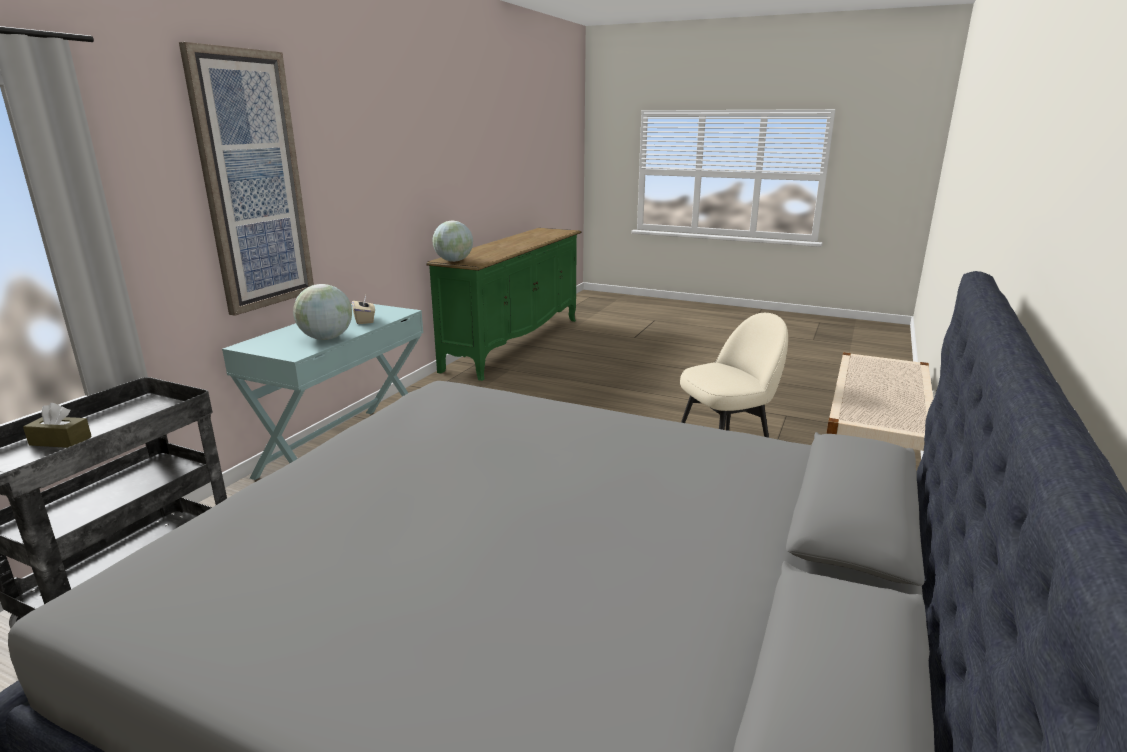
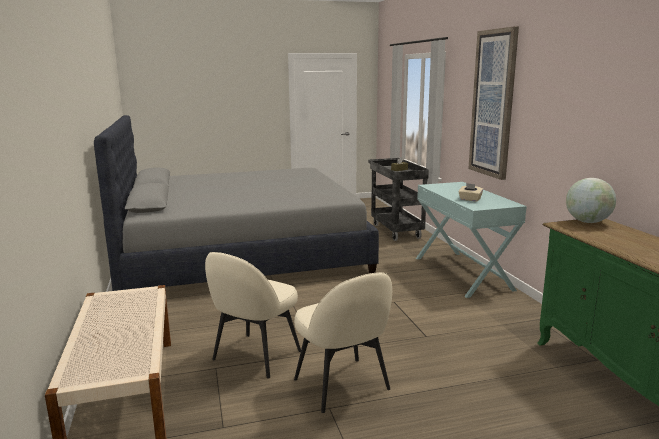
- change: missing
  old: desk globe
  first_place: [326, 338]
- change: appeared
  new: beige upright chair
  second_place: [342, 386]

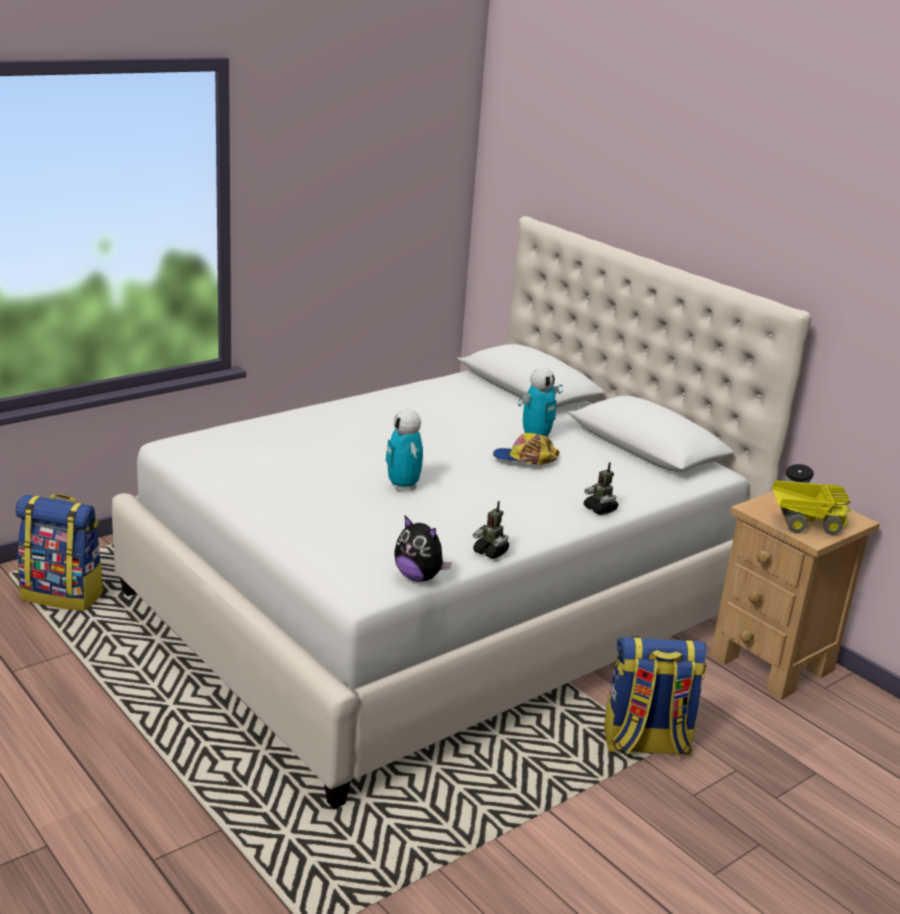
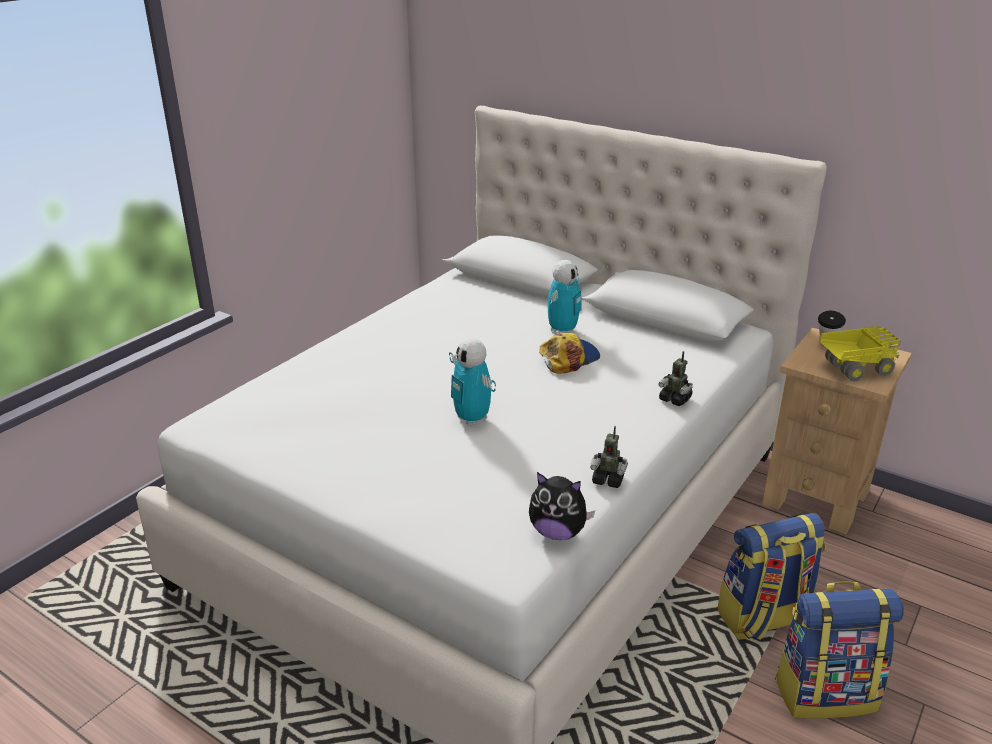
- change: spun
  old: baseball cap
  first_place: [524, 459]
  second_place: [568, 358]
  degrees: 150
- change: relocated
  old: rucksack
  first_place: [64, 595]
  second_place: [825, 693]

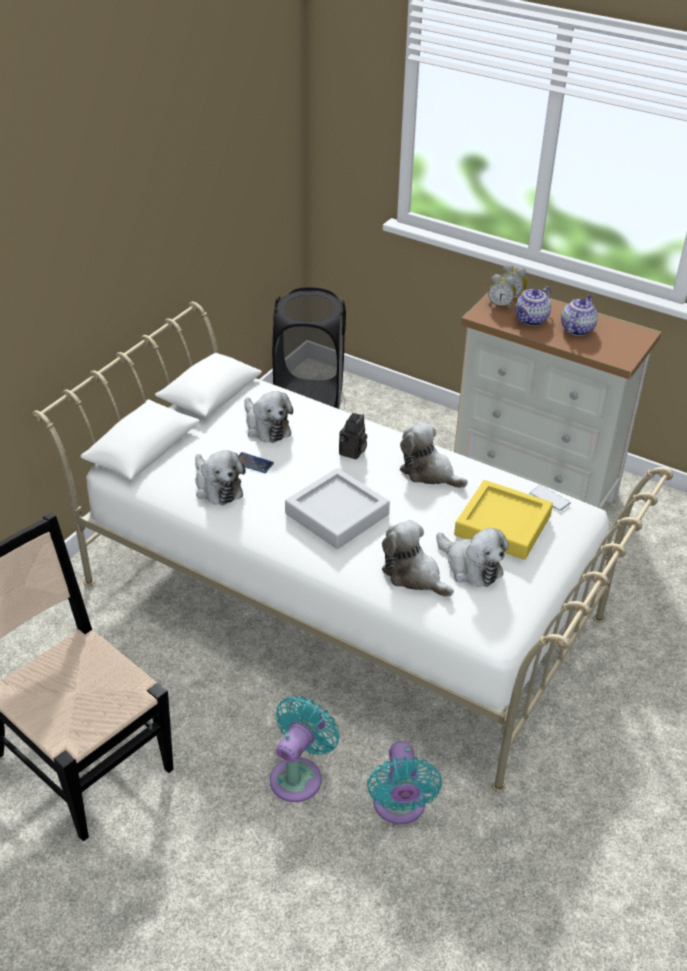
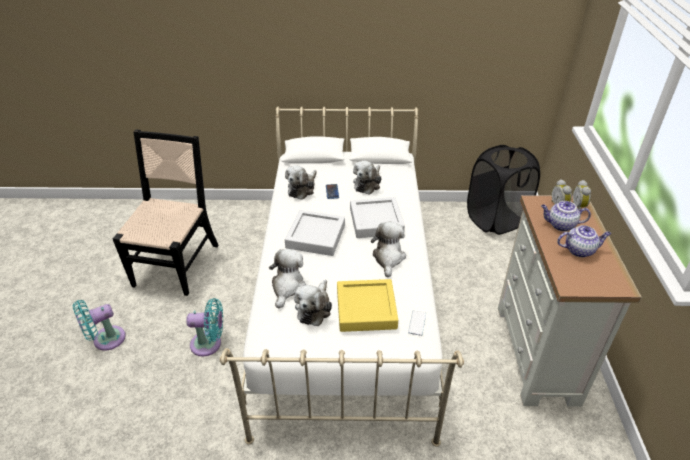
- change: exchanged
  old: photo camera
  new: gray tray
  first_place: [352, 453]
  second_place: [376, 221]
- change: relocated
  old: turquoise cooling fan
  first_place: [399, 807]
  second_place: [105, 340]

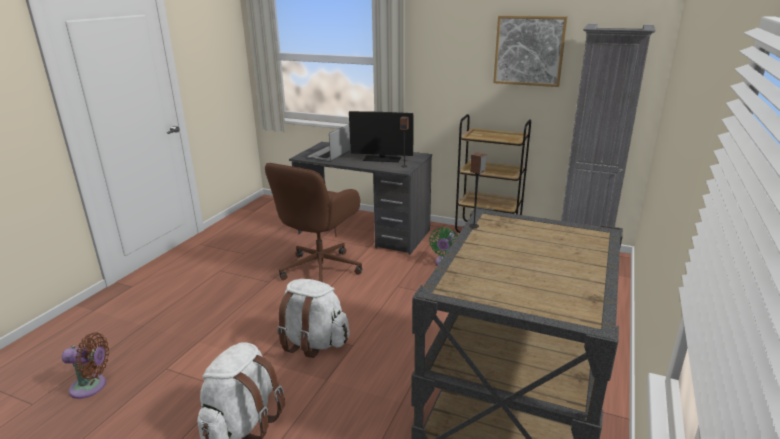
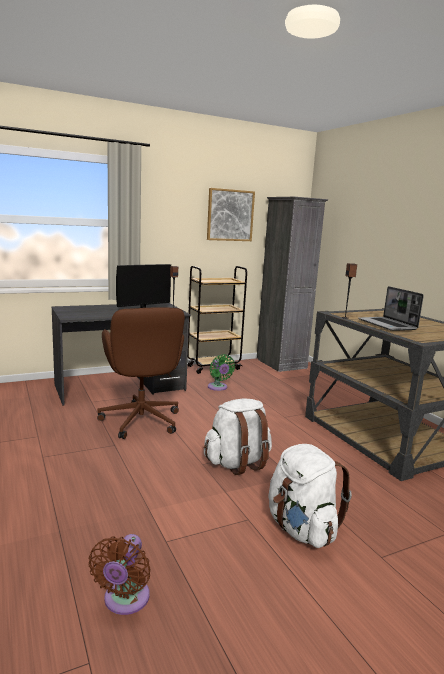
- change: relocated
  old: laptop
  first_place: [330, 155]
  second_place: [388, 325]
- change: spun
  old: brown cooling fan
  first_place: [92, 386]
  second_place: [124, 600]
  degrees: 150

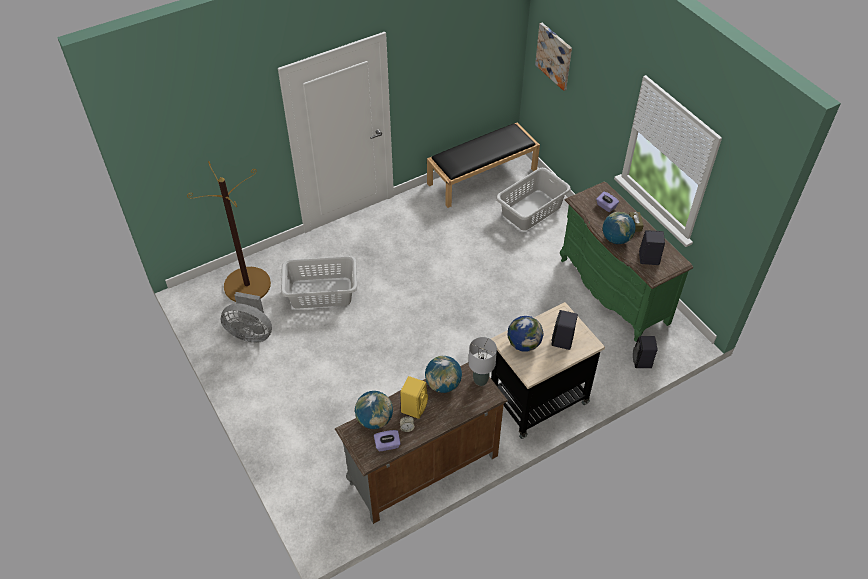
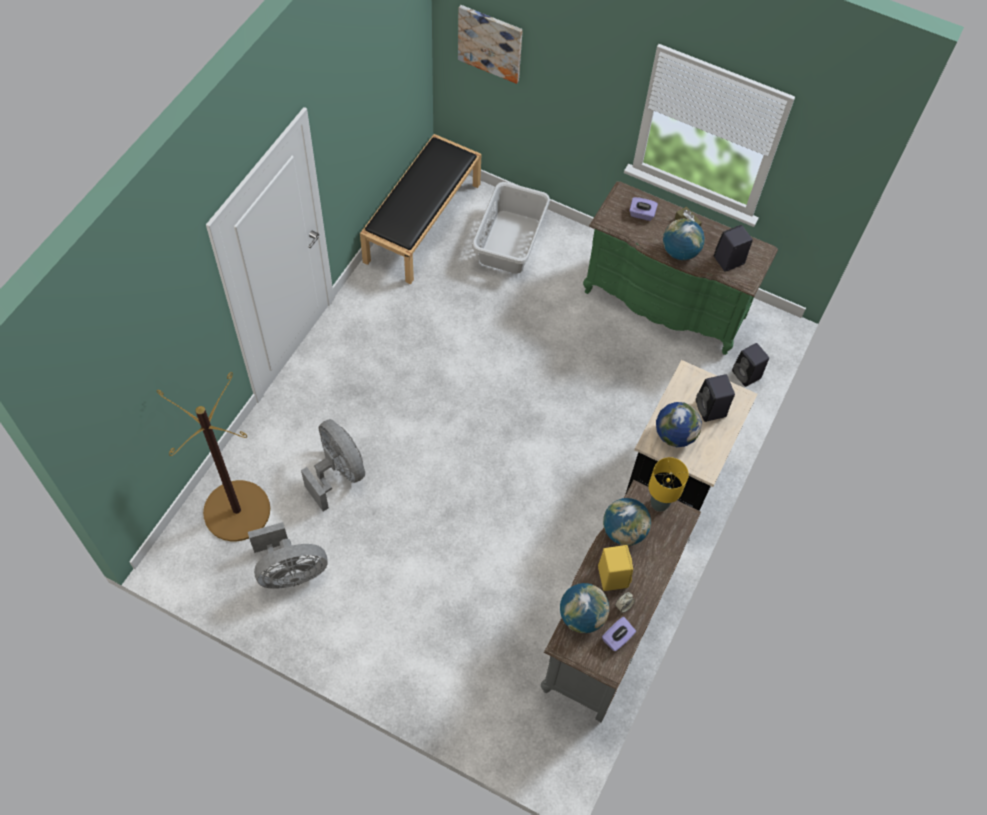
- change: exchanged
  old: gray washing basket
  new: gray cooling fan
  first_place: [321, 292]
  second_place: [338, 473]
- change: colour
  old: gray table lamp
  new: yellowish table lamp
  first_place: [480, 380]
  second_place: [659, 504]

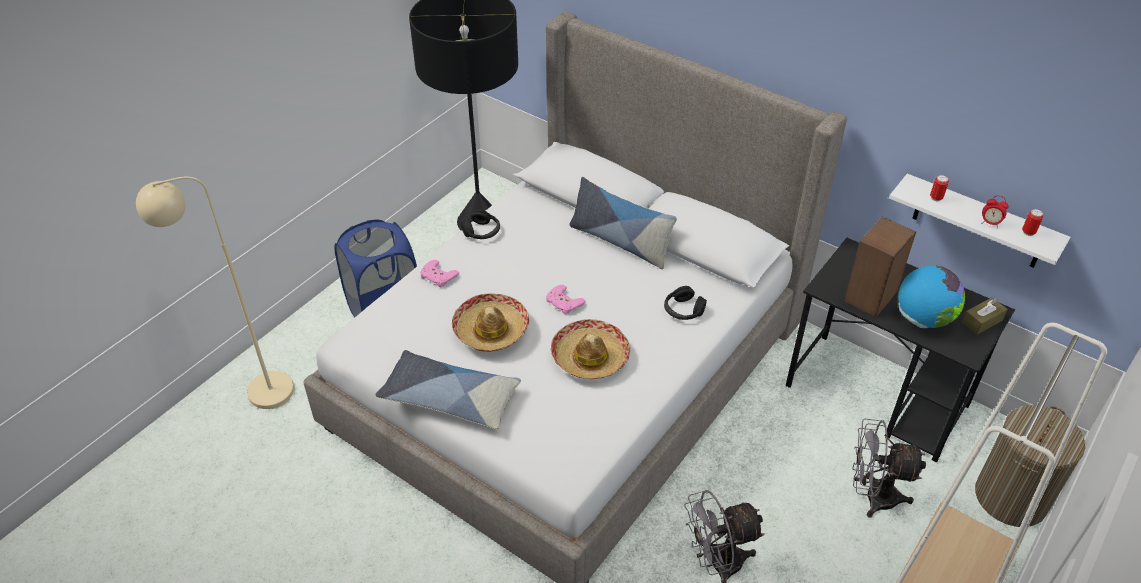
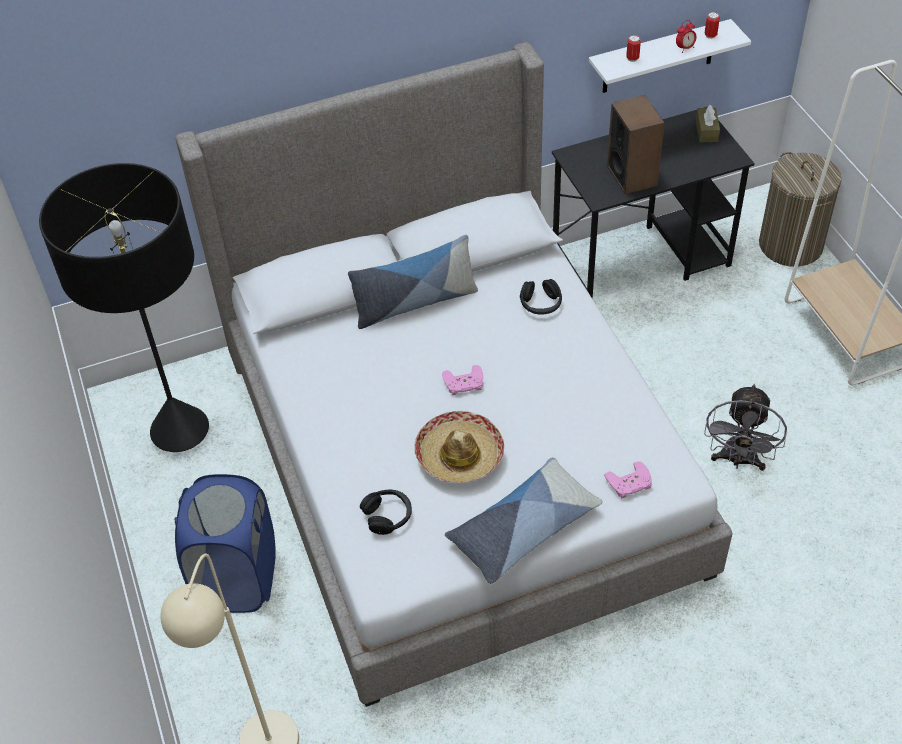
- change: relocated
  old: blackish headset
  first_place: [482, 232]
  second_place: [388, 515]
- change: relocated
  old: pink joypad
  first_place: [437, 277]
  second_place: [630, 484]
- change: missing
  old: desk globe
  first_place: [923, 319]
- change: missing
  old: wearable hat
  first_place: [590, 357]
- change: missing
  old: gray cooling fan
  first_place: [872, 496]

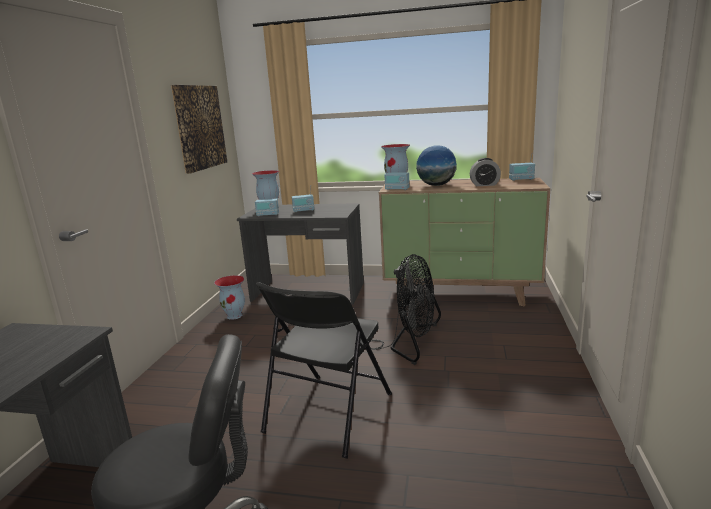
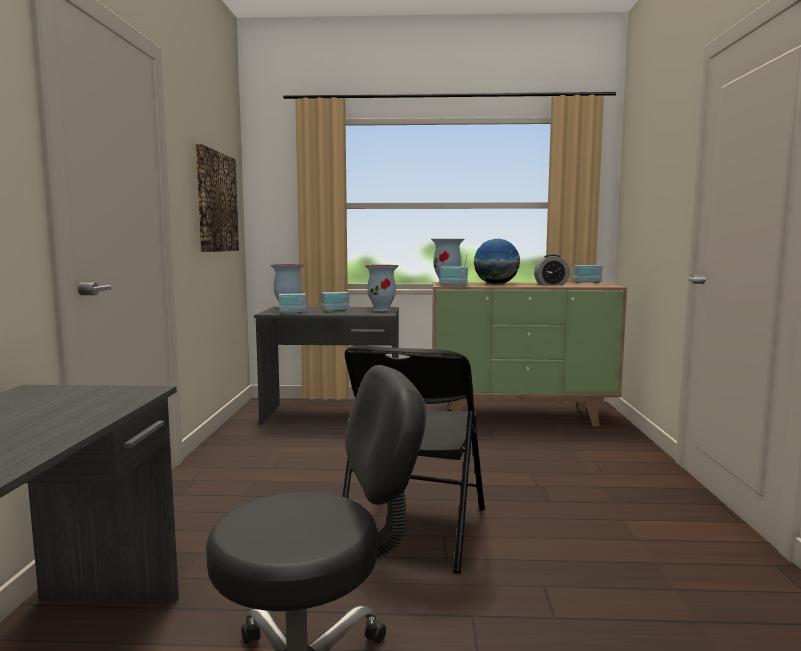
- change: missing
  old: blackish cooling fan
  first_place: [408, 342]
- change: relocated
  old: decorative vase
  first_place: [235, 316]
  second_place: [382, 310]

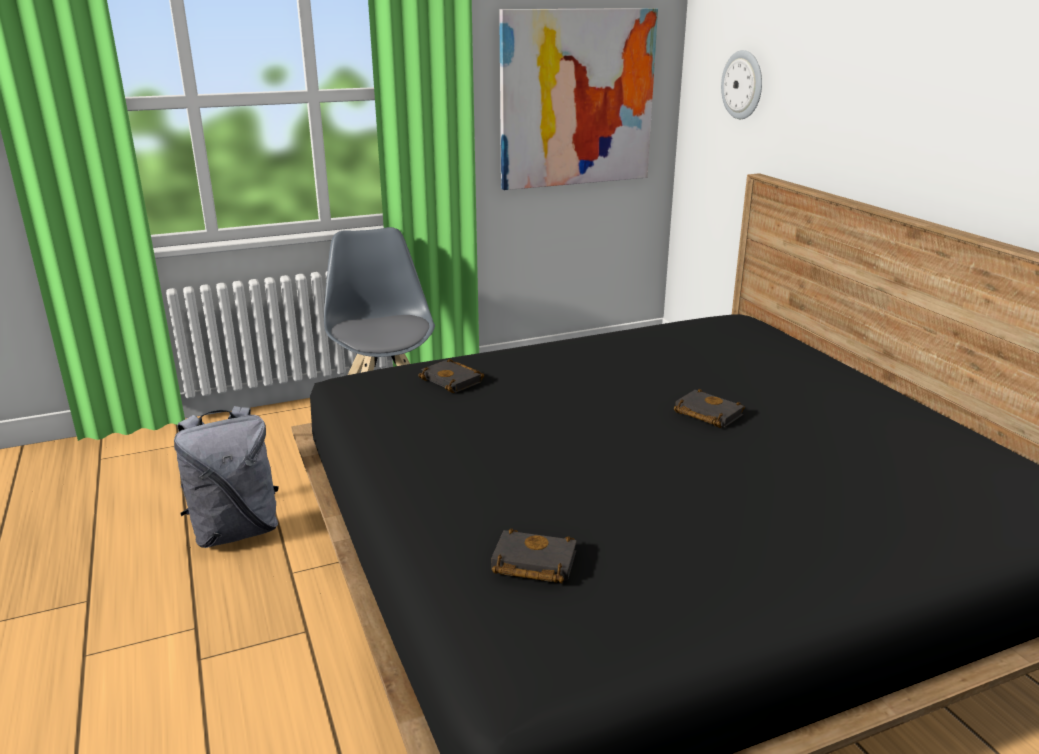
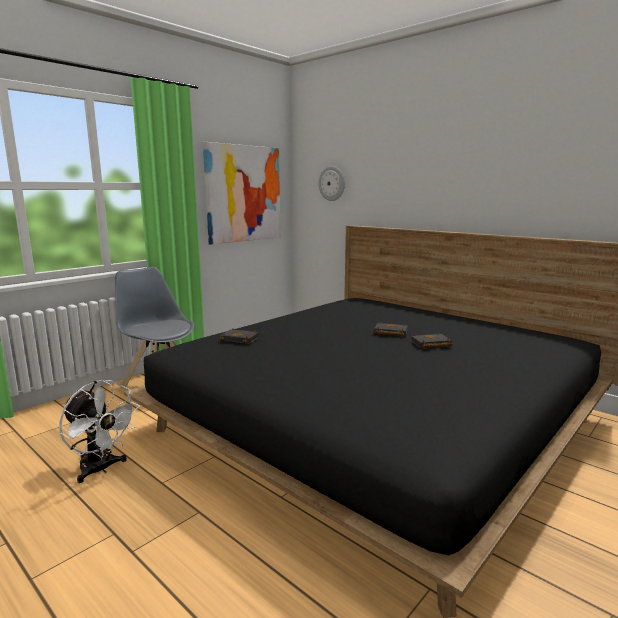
- change: exchanged
  old: gray rucksack
  new: white-coloured cooling fan
  first_place: [236, 531]
  second_place: [101, 469]
- change: relocated
  old: blackish bound book
  first_place: [531, 563]
  second_place: [430, 345]

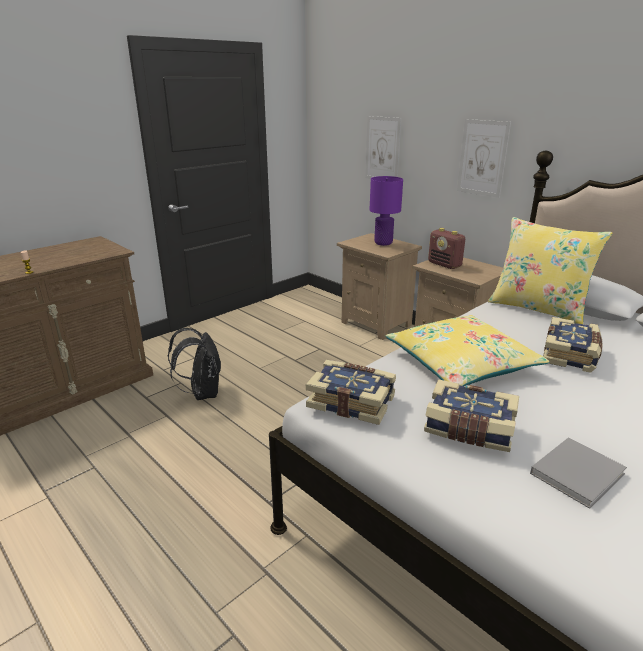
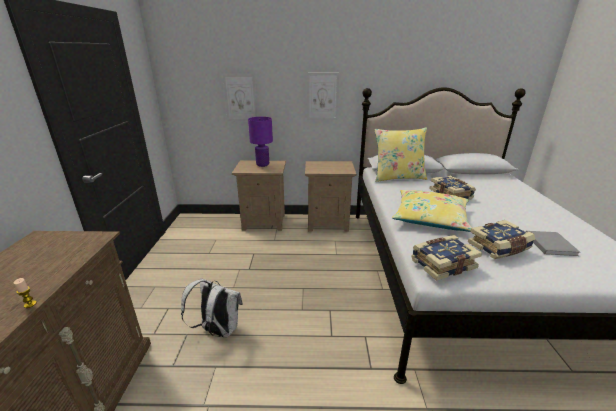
- change: missing
  old: radio
  first_place: [445, 265]
- change: colour
  old: blackish rucksack
  new: white-coloured rucksack
  first_place: [202, 393]
  second_place: [218, 330]

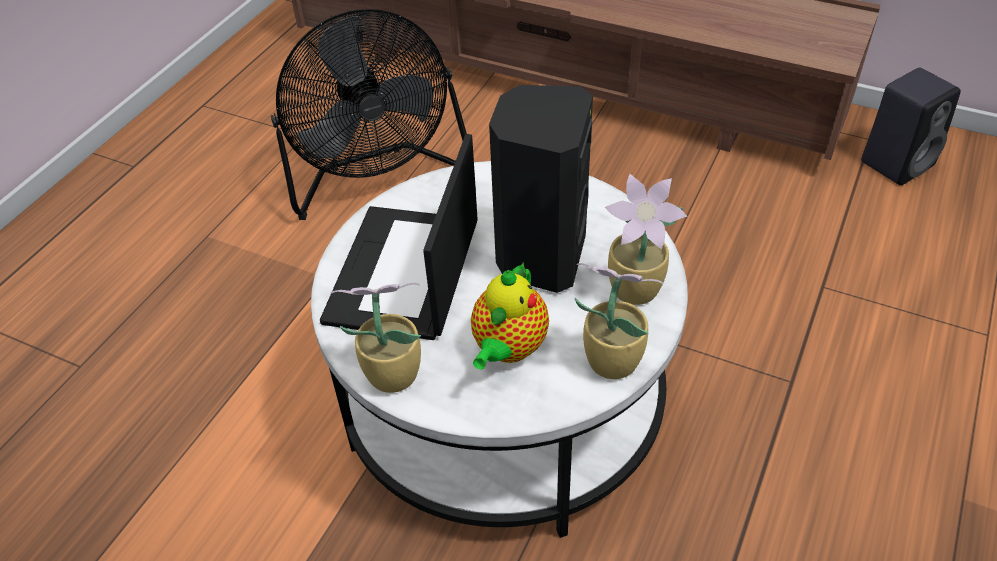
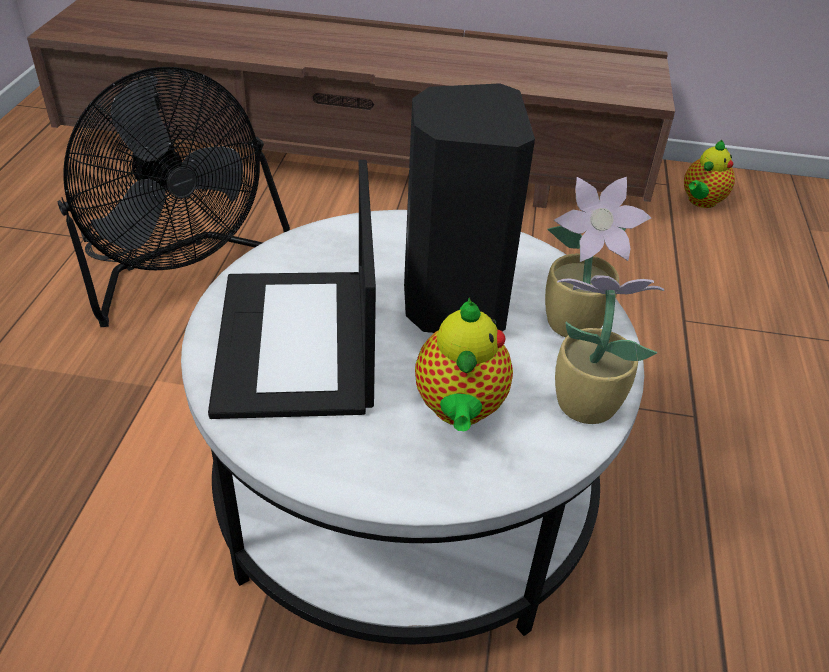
- change: exchanged
  old: blackish loudspeaker
  new: pot for tea
  first_place: [898, 162]
  second_place: [701, 201]
- change: missing
  old: plant in a pot
  first_place: [390, 374]

